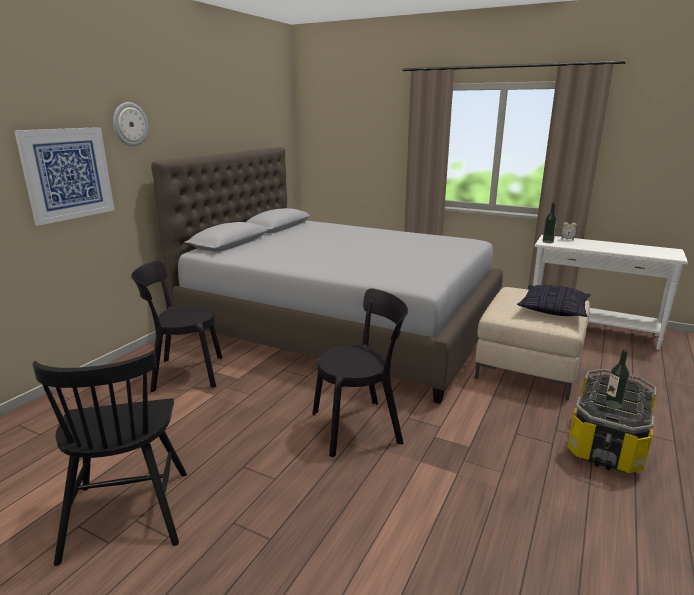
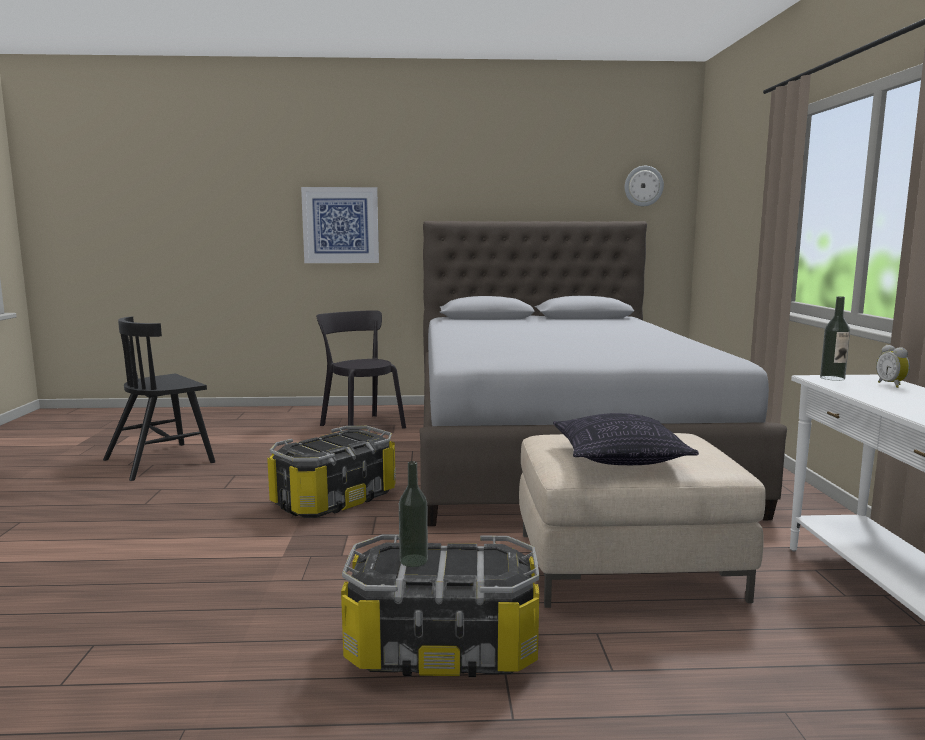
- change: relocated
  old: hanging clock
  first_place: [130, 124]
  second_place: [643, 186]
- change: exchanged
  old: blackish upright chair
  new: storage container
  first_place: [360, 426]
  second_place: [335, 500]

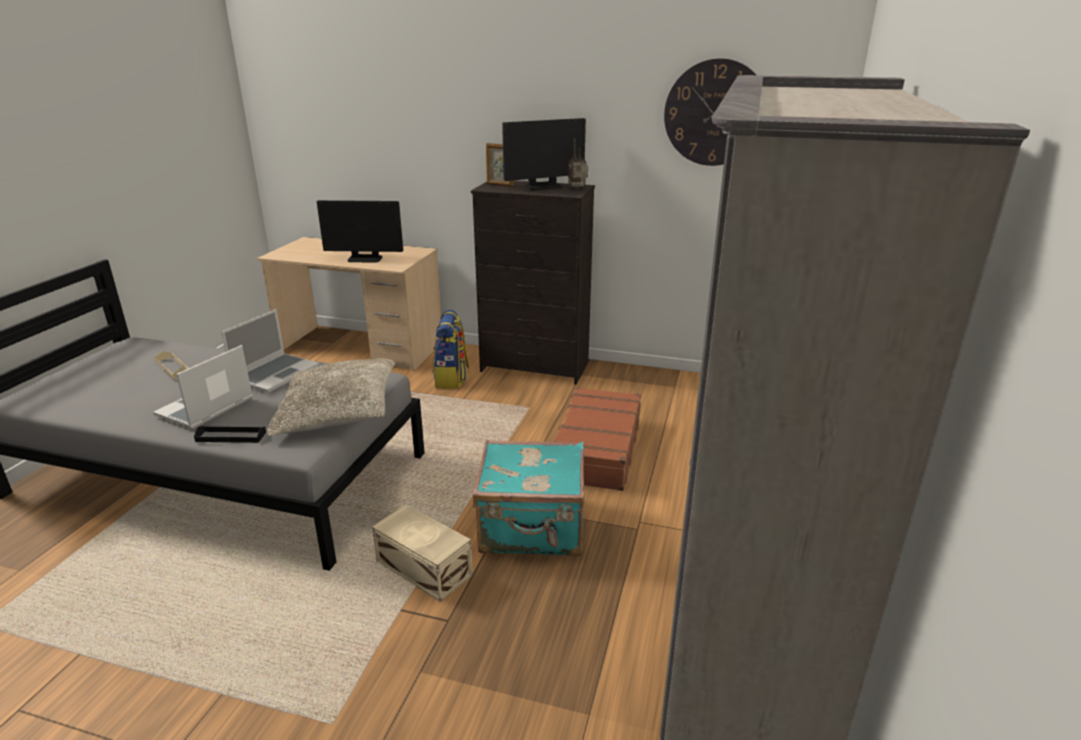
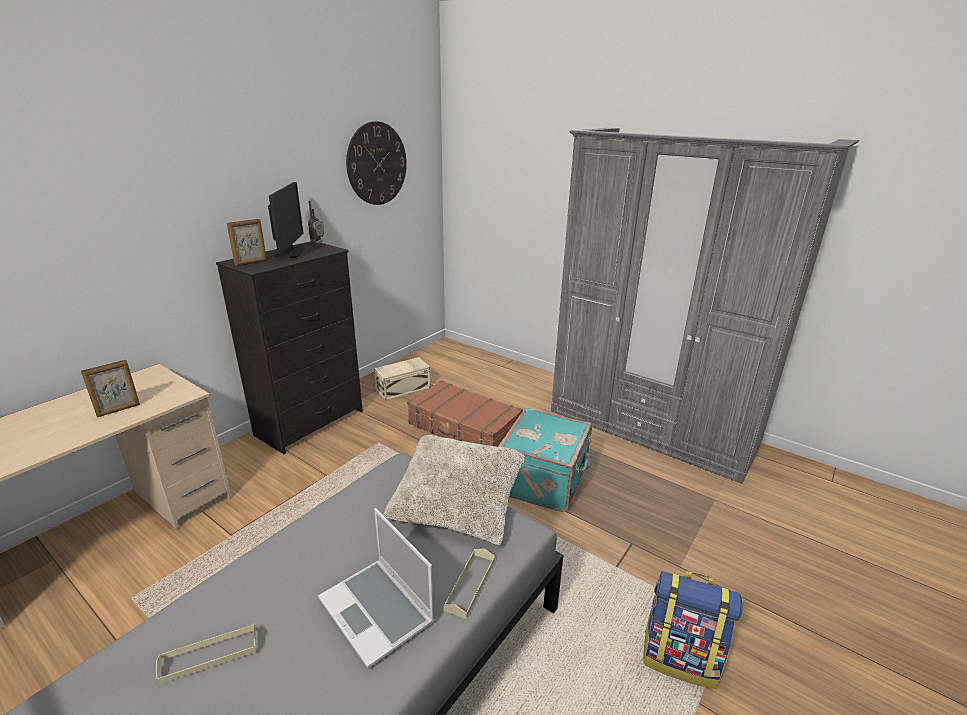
- change: exchanged
  old: computer screen
  new: standing frame
  first_place: [365, 259]
  second_place: [119, 410]
- change: missing
  old: laptop
  first_place: [276, 373]
- change: relocated
  old: rucksack
  first_place: [451, 379]
  second_place: [680, 658]
- change: colour
  old: blackish tray
  new: beige tray
  first_place: [231, 437]
  second_place: [470, 584]
- change: relocated
  old: beige storage container
  first_place: [424, 570]
  second_place: [404, 389]

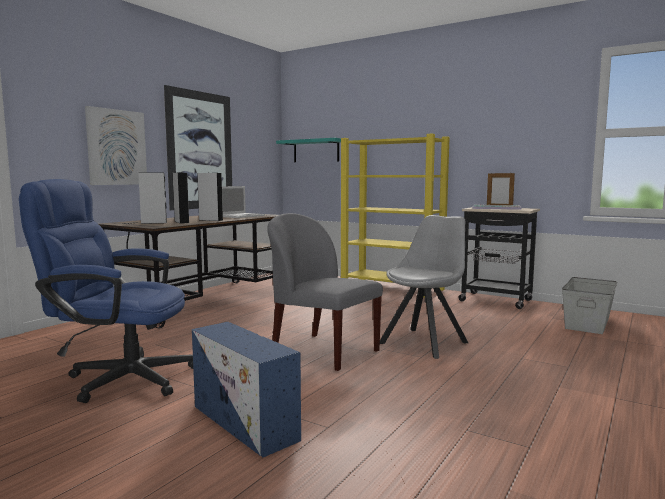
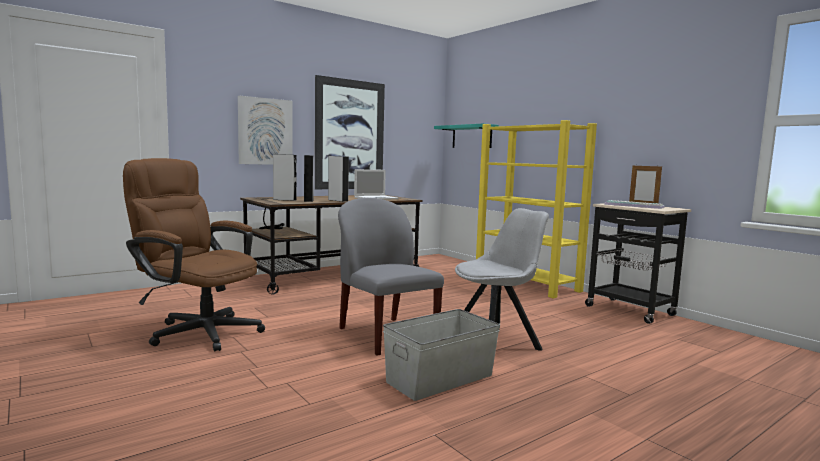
- change: colour
  old: blue computer chair
  new: brown computer chair
  first_place: [119, 378]
  second_place: [198, 331]
- change: relocated
  old: gray storage container
  first_place: [587, 322]
  second_place: [439, 378]
- change: missing
  old: blue storage container
  first_place: [245, 423]

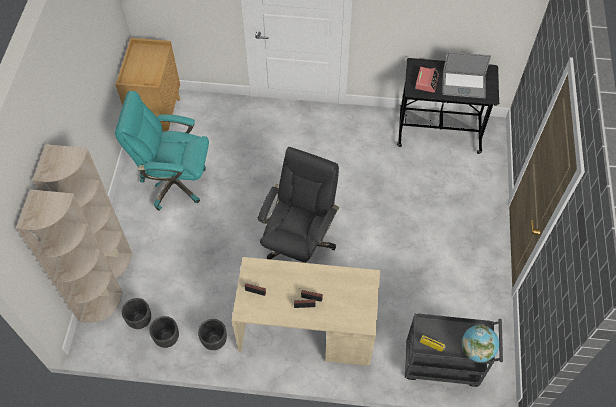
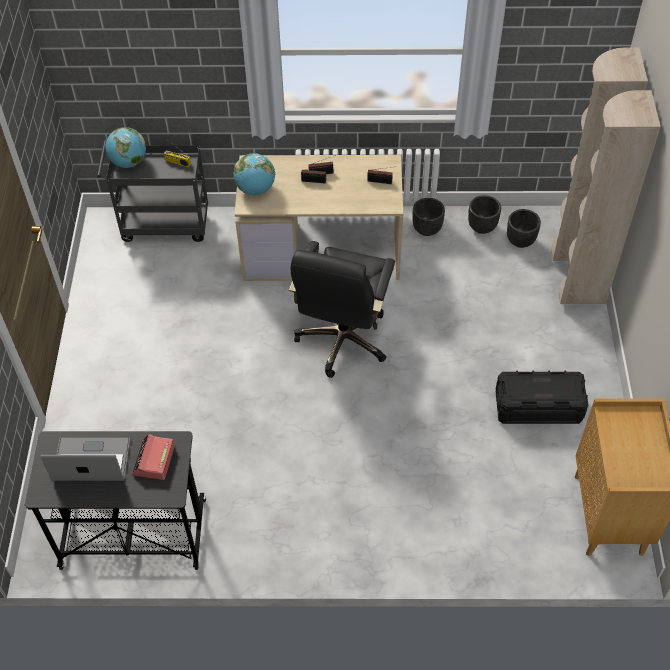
- change: exchanged
  old: turquoise computer chair
  new: blackish storage container
  first_place: [176, 183]
  second_place: [538, 407]
- change: appeared
  new: desk globe
  second_place: [256, 189]

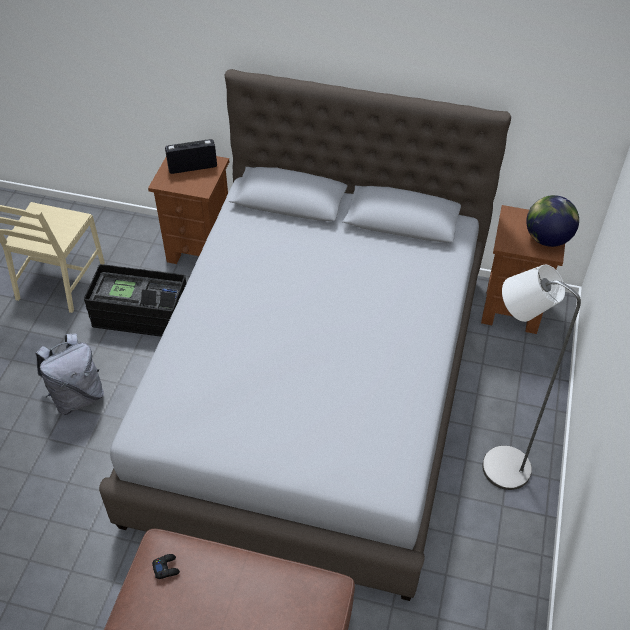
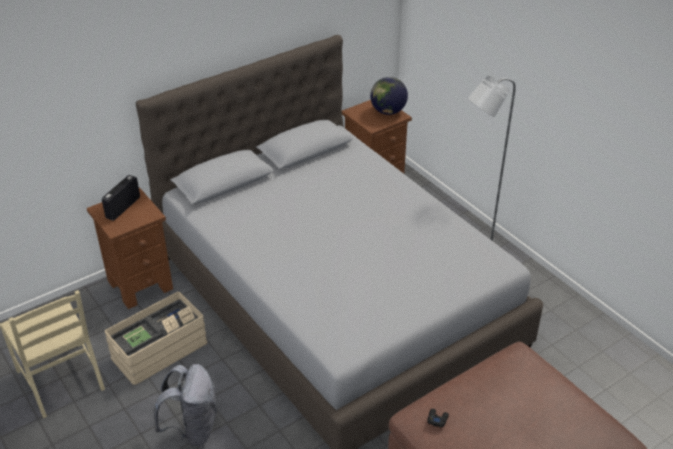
- change: colour
  old: blackish storage container
  new: beige storage container
  first_place: [141, 313]
  second_place: [159, 349]

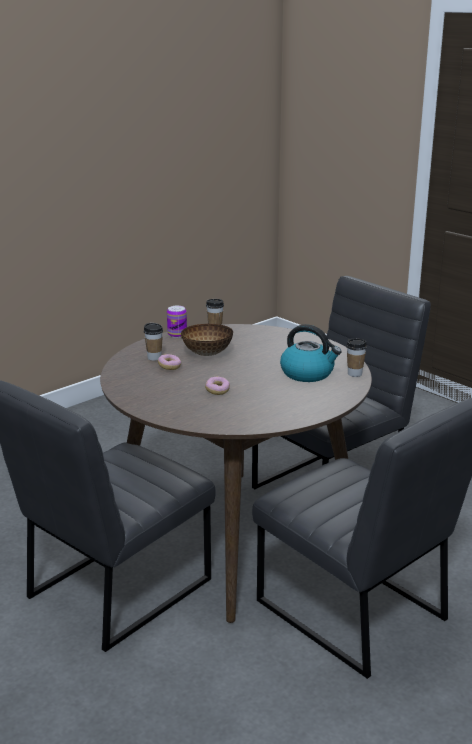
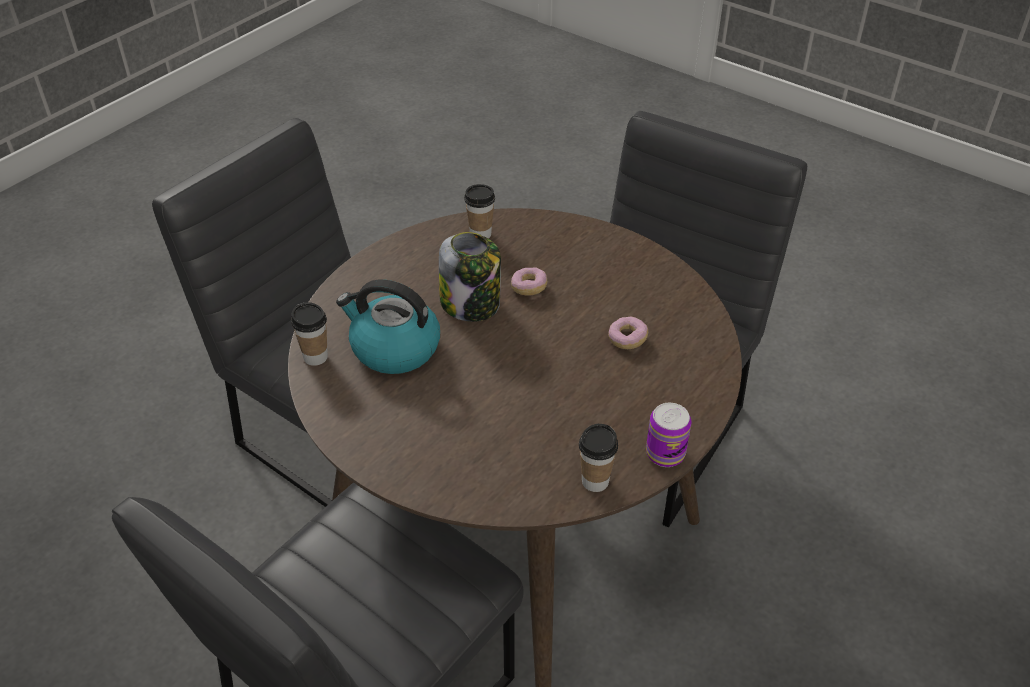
- change: relocated
  old: drinking cup
  first_place: [154, 358]
  second_place: [480, 234]
- change: missing
  old: serving bowl
  first_place: [207, 353]
- change: appeared
  new: preserve jar
  second_place: [471, 304]

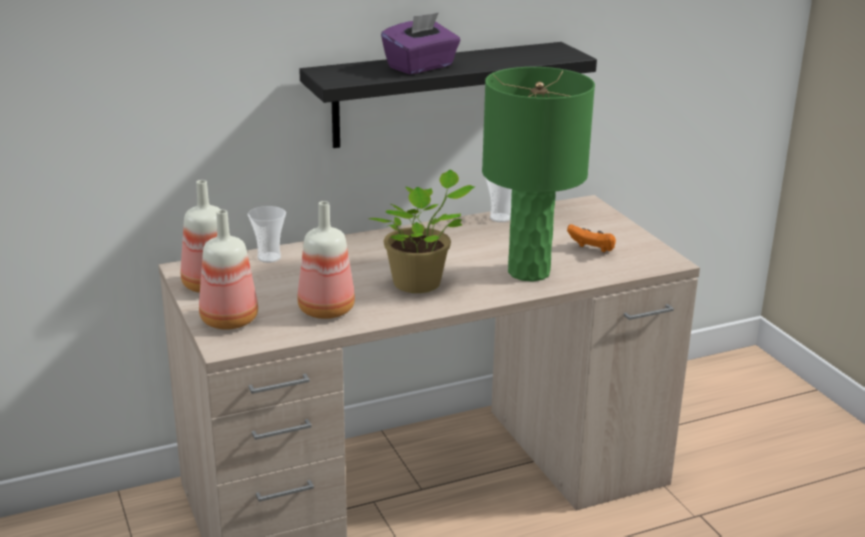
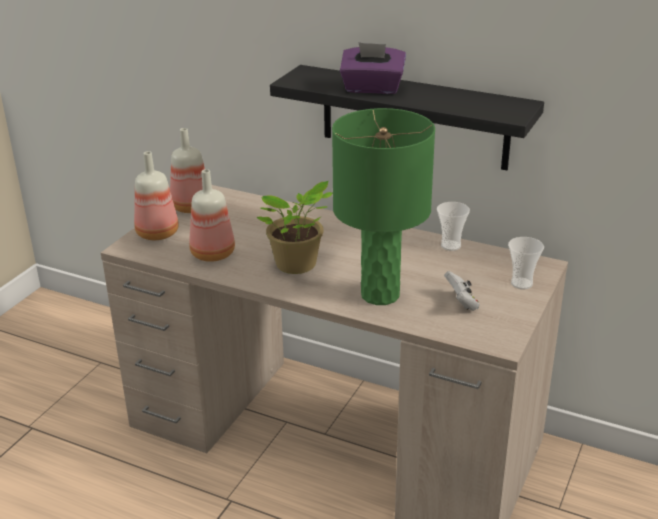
- change: relocated
  old: drinking cup
  first_place: [269, 257]
  second_place: [521, 283]
- change: colour
  old: orange joypad
  new: white-coloured joypad
  first_place: [592, 250]
  second_place: [461, 303]

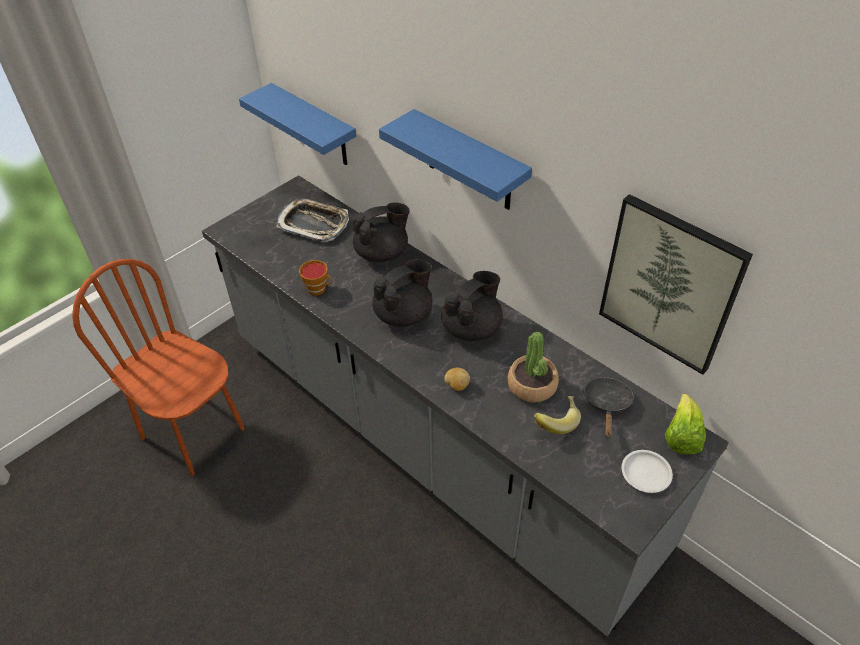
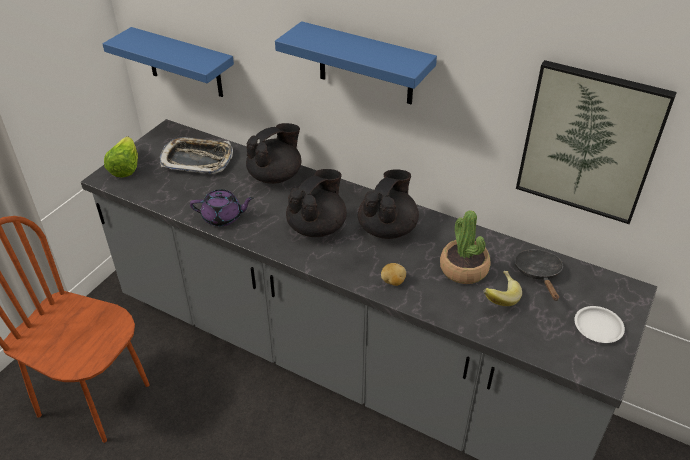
- change: exchanged
  old: drinking cup
  new: purplish pot for tea
  first_place: [319, 289]
  second_place: [223, 217]
- change: relocated
  old: head of lettuce
  first_place: [681, 437]
  second_place: [125, 168]

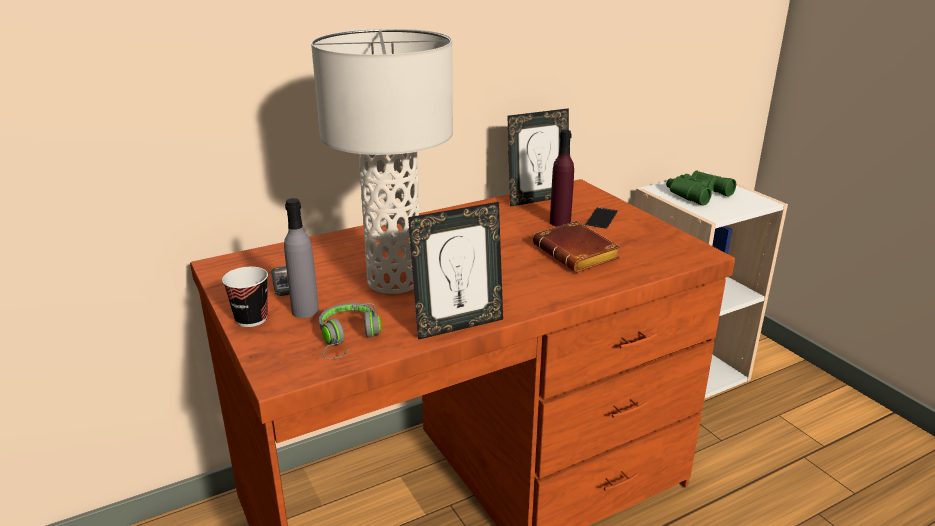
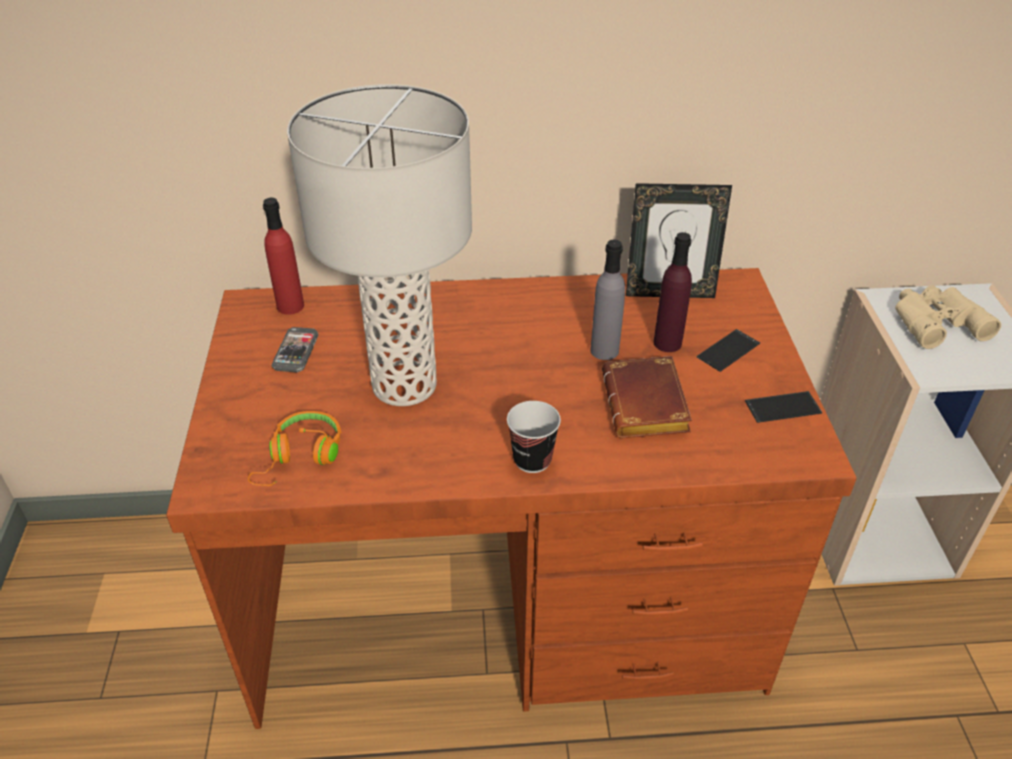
- change: colour
  old: green binoculars
  new: beige binoculars
  first_place: [695, 193]
  second_place: [934, 321]
- change: relocated
  old: gray bottle
  first_place: [305, 311]
  second_place: [604, 350]
- change: missing
  old: standing frame
  first_place: [458, 325]
- change: relocated
  old: drinking cup
  first_place: [251, 319]
  second_place: [532, 460]
- change: colour
  old: gray headset
  new: orange headset
  first_place: [348, 338]
  second_place: [301, 457]
- change: appeared
  new: reddish bottle
  second_place: [290, 306]
- change: appeared
  new: telephone
  second_place: [783, 407]

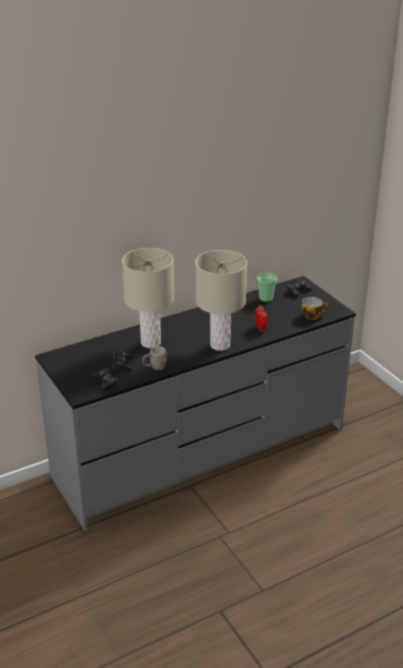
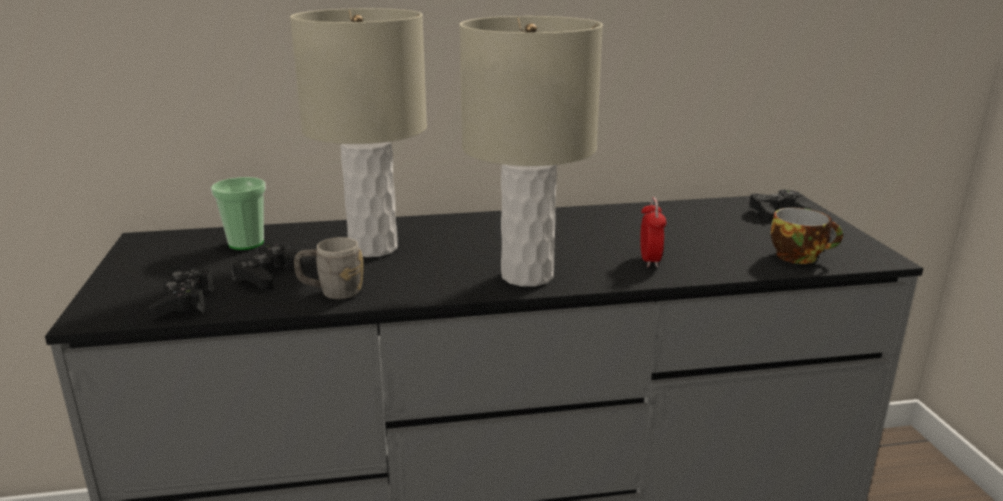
- change: relocated
  old: drinking cup
  first_place: [266, 298]
  second_place: [246, 243]

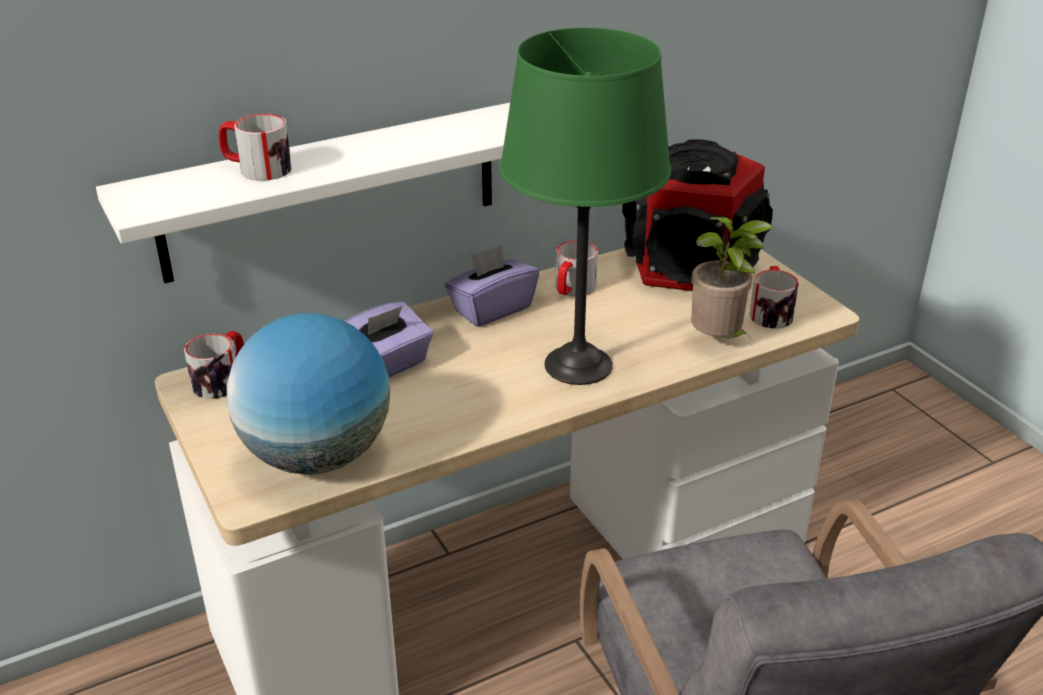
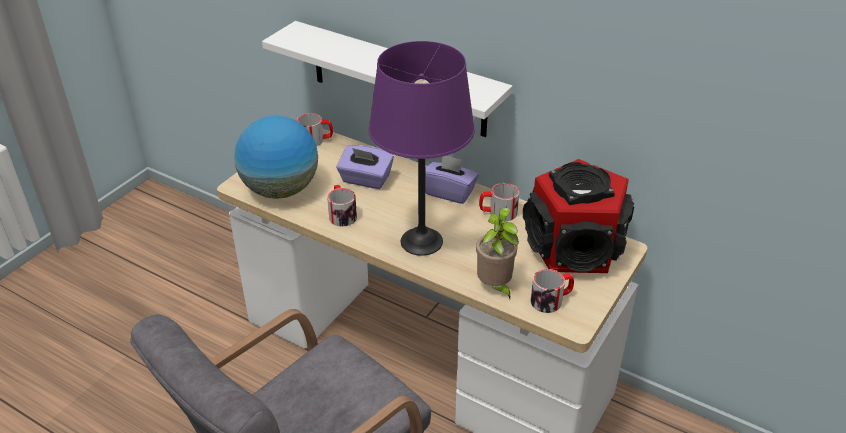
- change: colour
  old: green table lamp
  new: purplish table lamp
  first_place: [578, 365]
  second_place: [422, 241]
- change: relocated
  old: coffee mug
  first_place: [257, 168]
  second_place: [341, 214]

